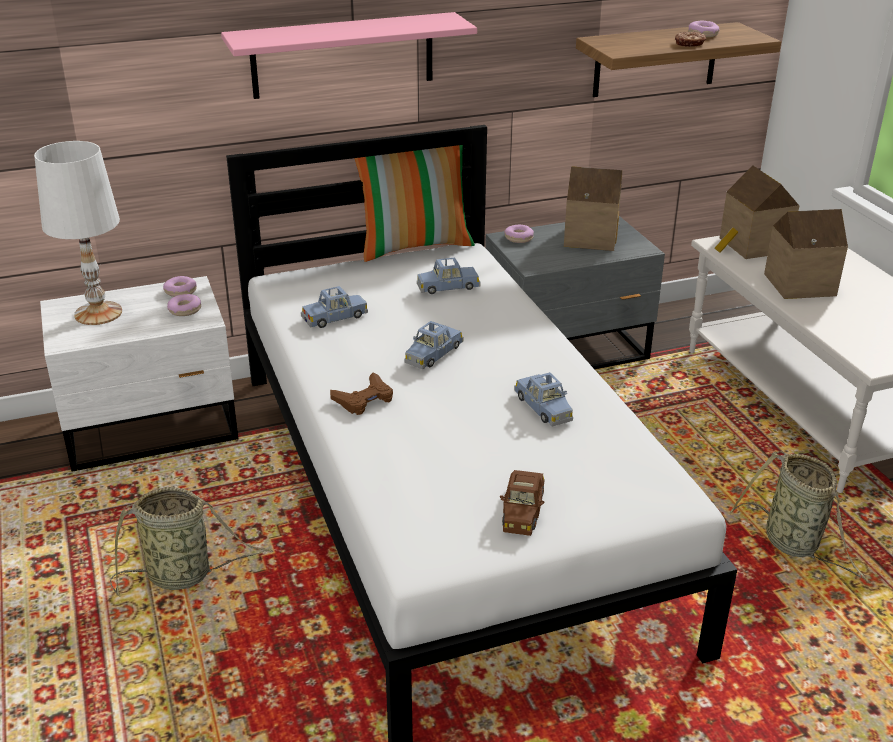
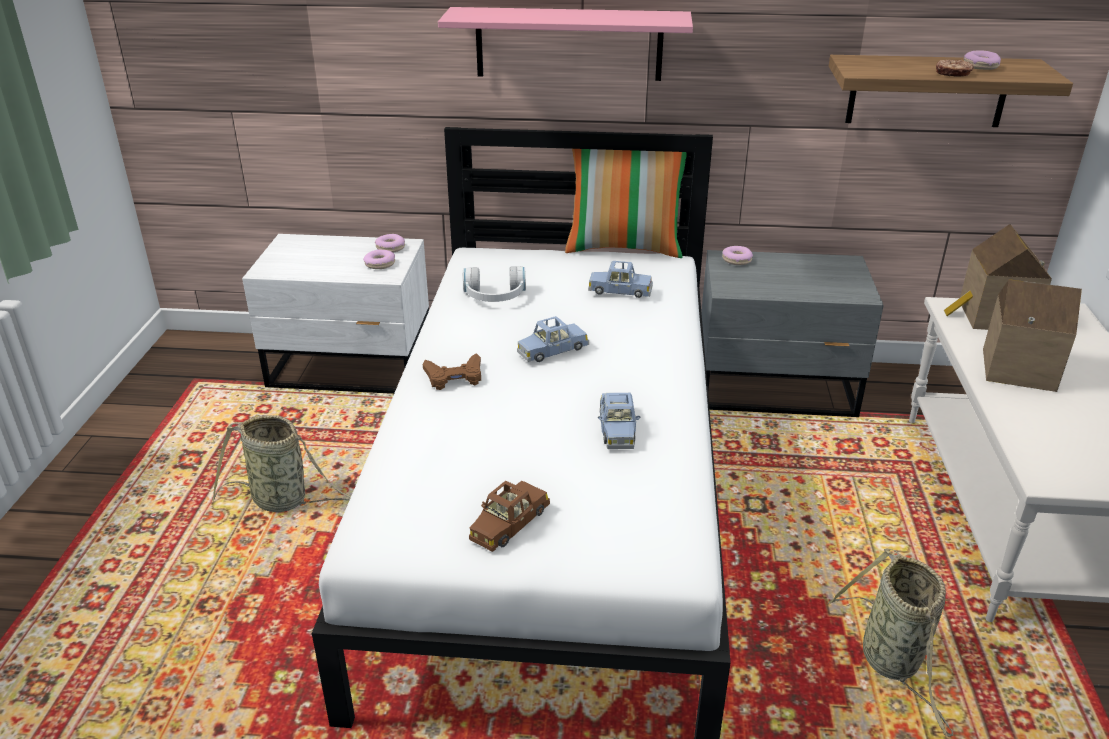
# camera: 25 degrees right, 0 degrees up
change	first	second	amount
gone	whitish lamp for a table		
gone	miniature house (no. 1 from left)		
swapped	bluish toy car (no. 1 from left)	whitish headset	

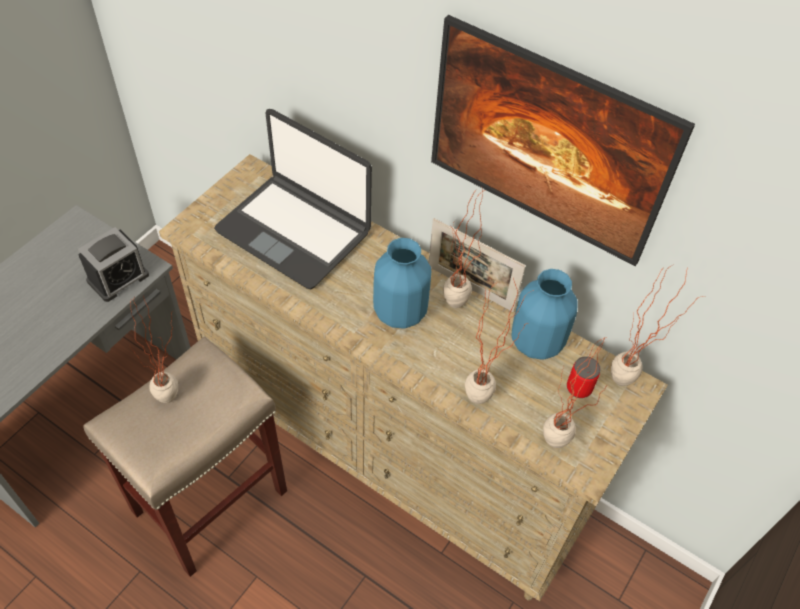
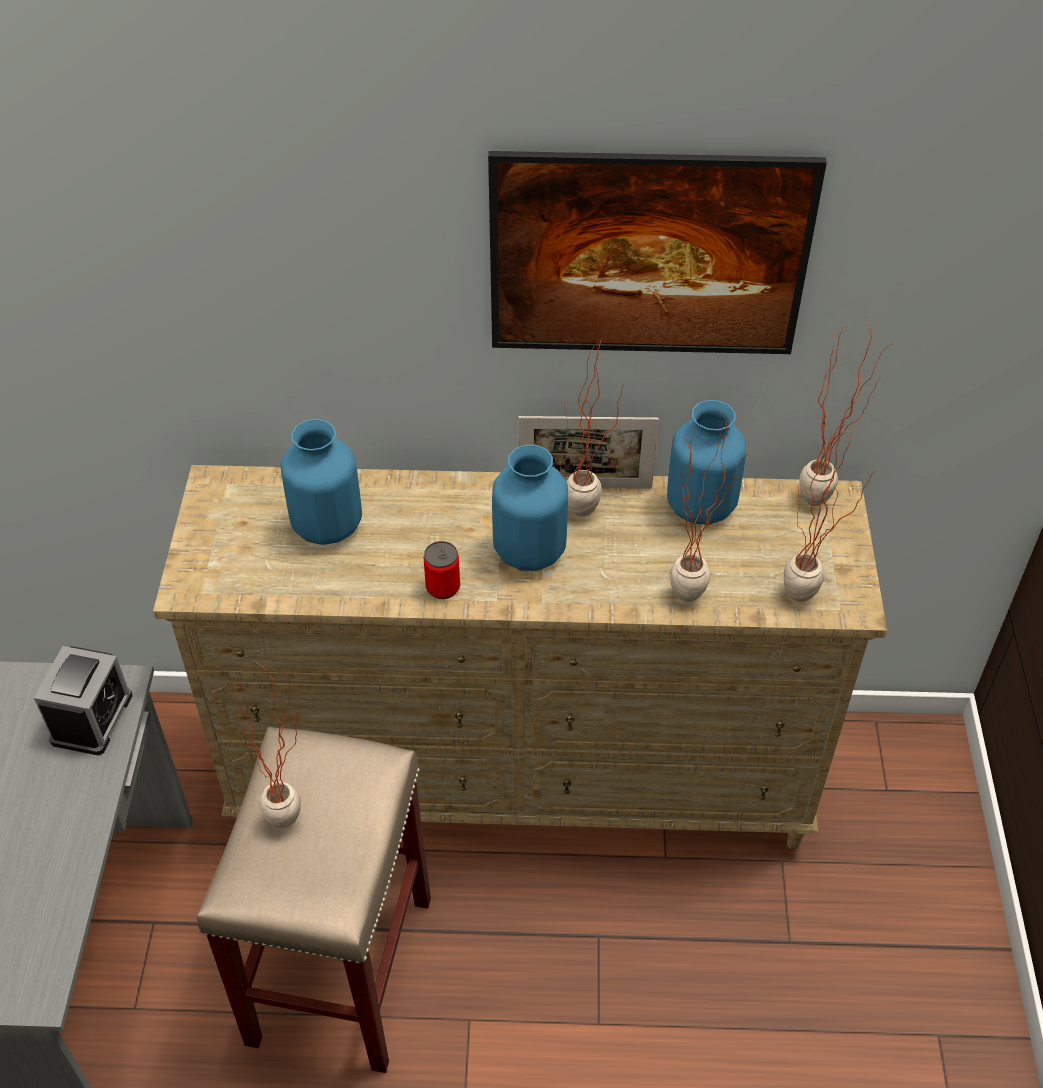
# camera: 30 degrees left, 5 degrees down
change	first	second	amount
shifted	sealed can		
swapped	portable computer	bluish decorative vase (no. 1 from left)	

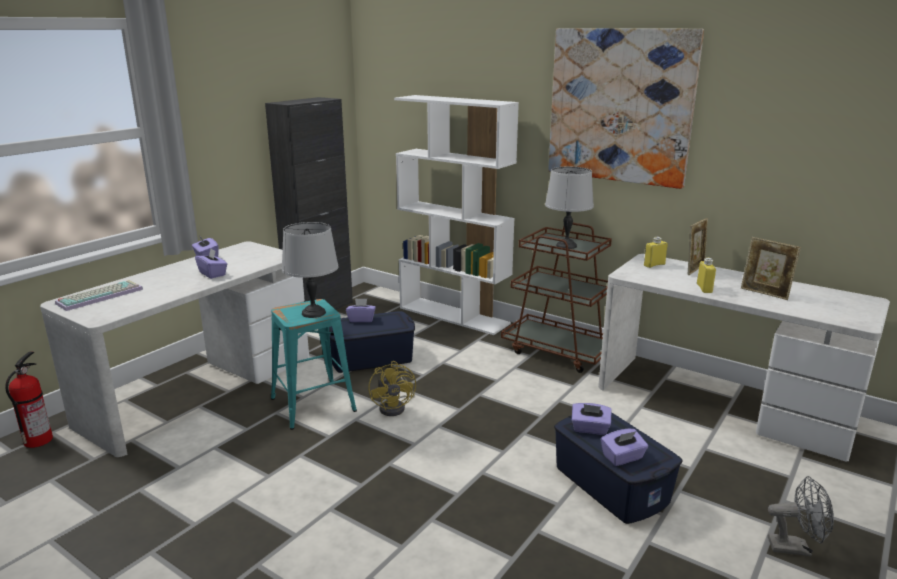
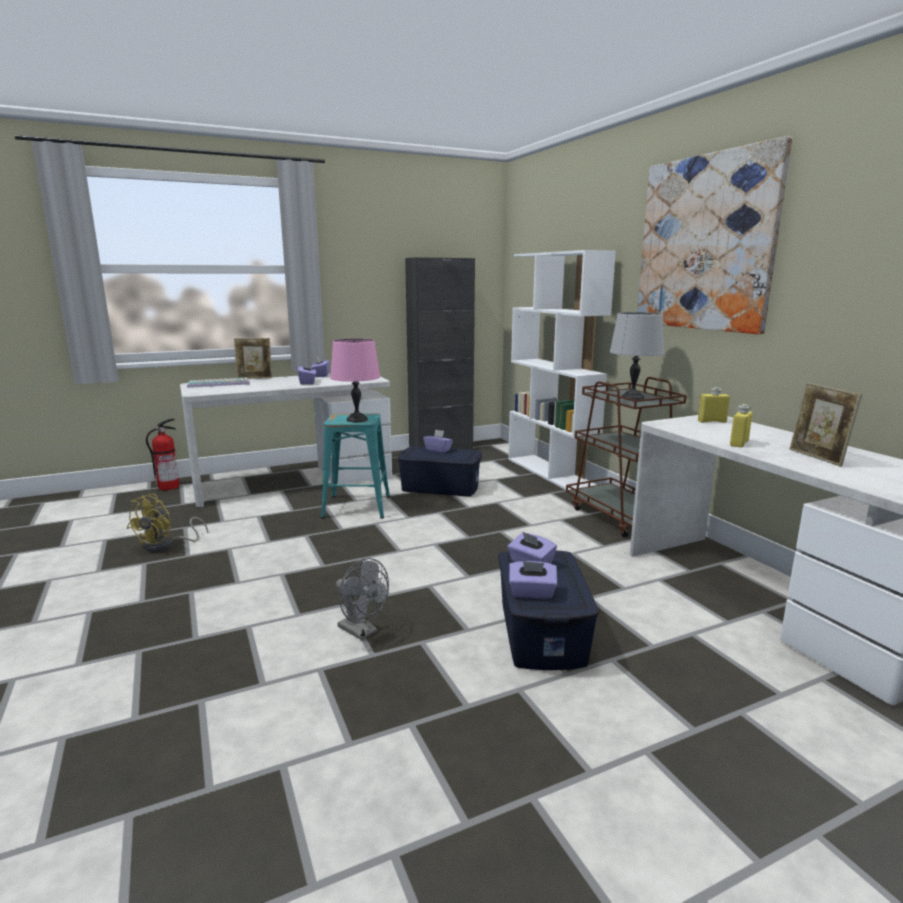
# camera: 30 degrees right, 5 degrees down
change	first	second	amount
shifted	yellow electric fan		
shifted	photo frame (no. 1 from left)		
shifted	greyish electric fan		
repainted	greyish lamp for a table (no. 1 from left)	pinkish lamp for a table	

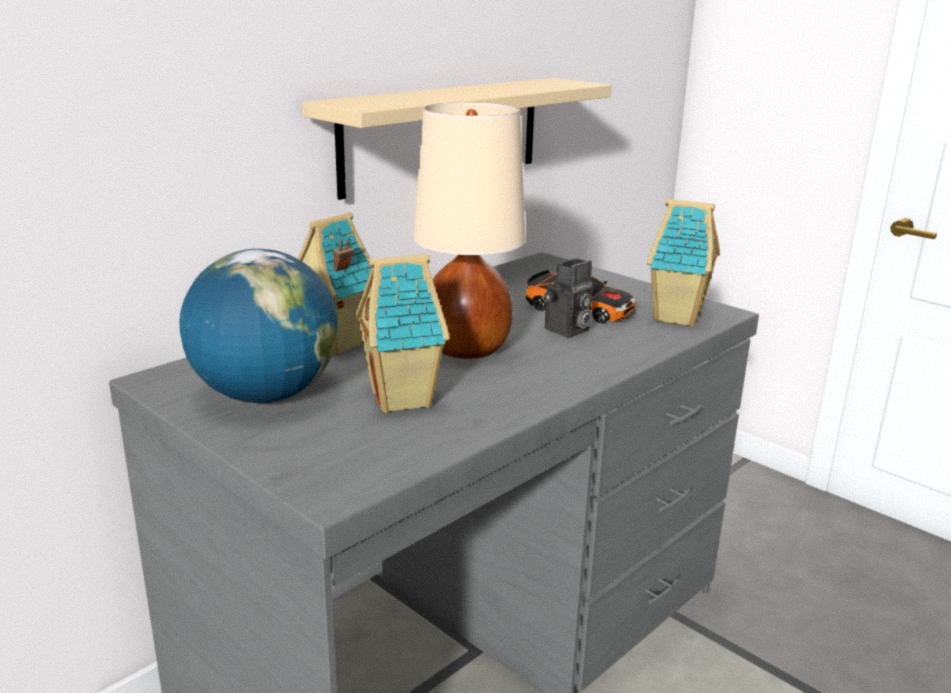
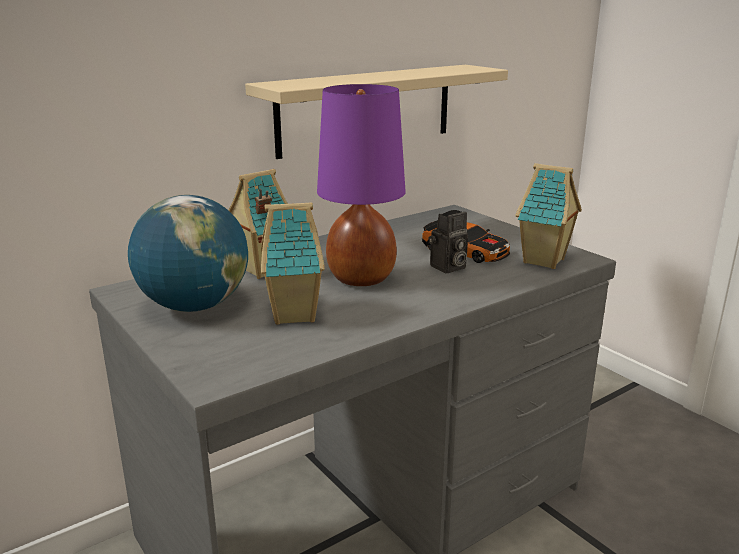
# camera: 10 degrees right, 0 degrees up
change	first	second	amount
repainted	sand-coloured lamp for a table	purplish lamp for a table	

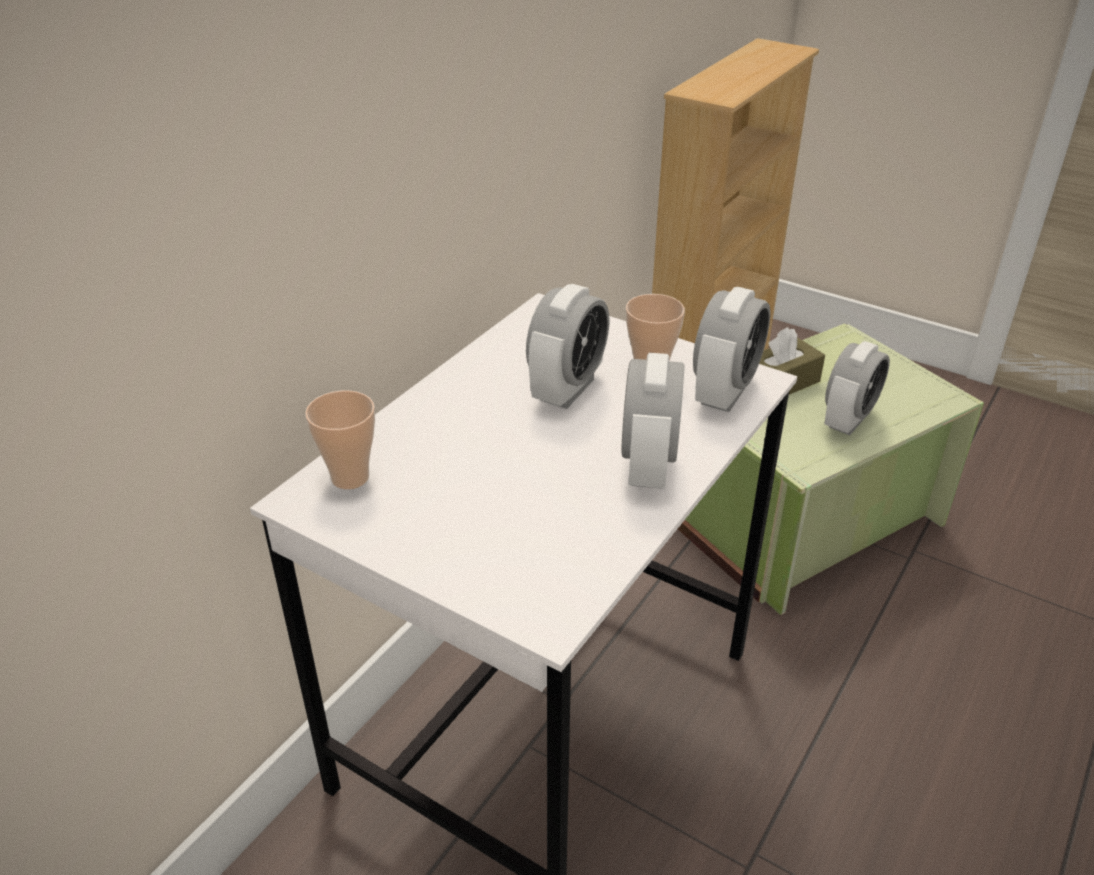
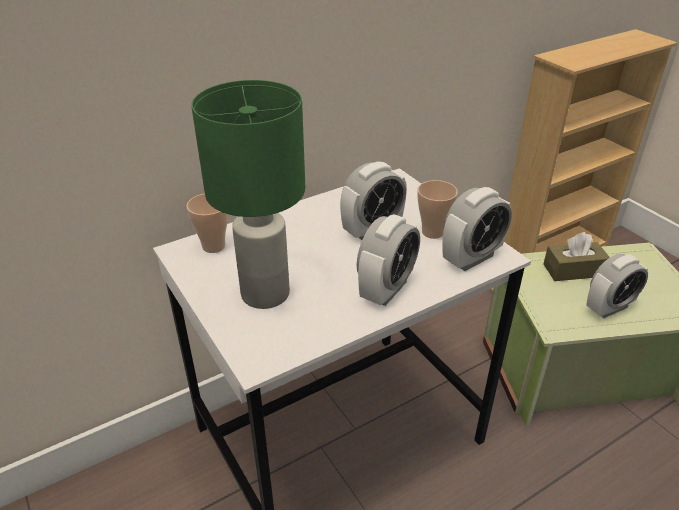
# camera: 25 degrees right, 0 degrees up
change	first	second	amount
new		green lamp for a table	

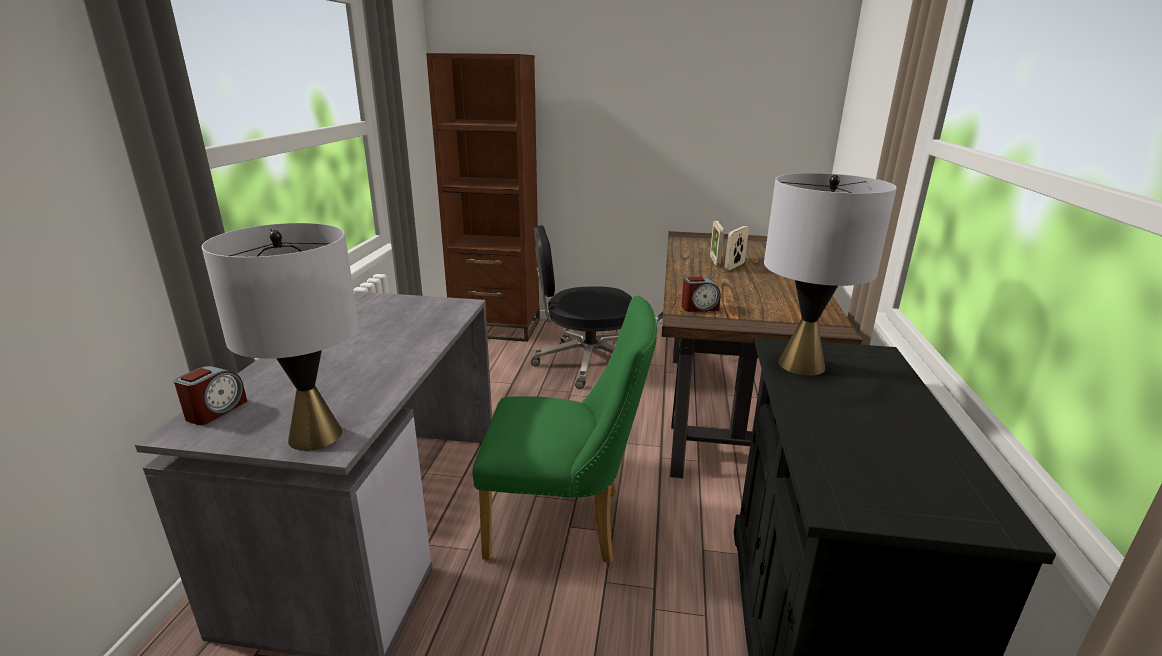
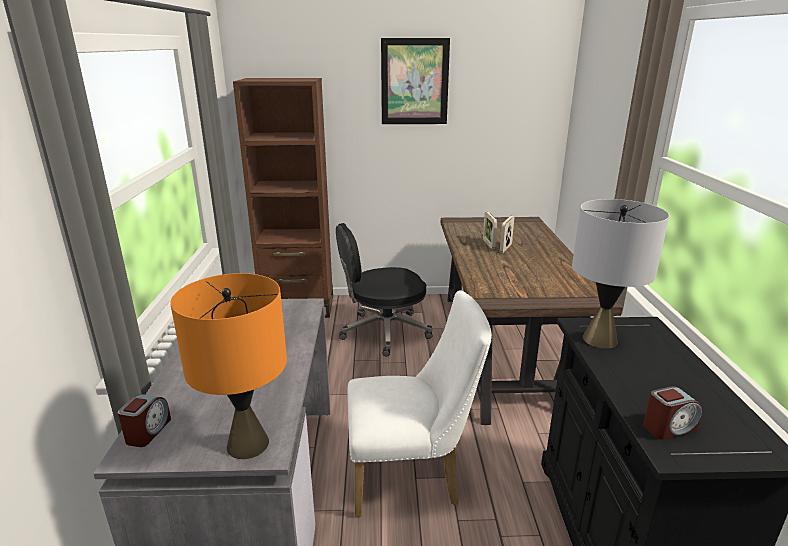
# camera: 10 degrees left, 0 degrees up
change	first	second	amount
new		picture	
shifted	bedside clock (no. 2 from left)		
repainted	greyish lamp for a table (no. 1 from left)	orange-coloured lamp for a table	
repainted	green chair	whitish chair	

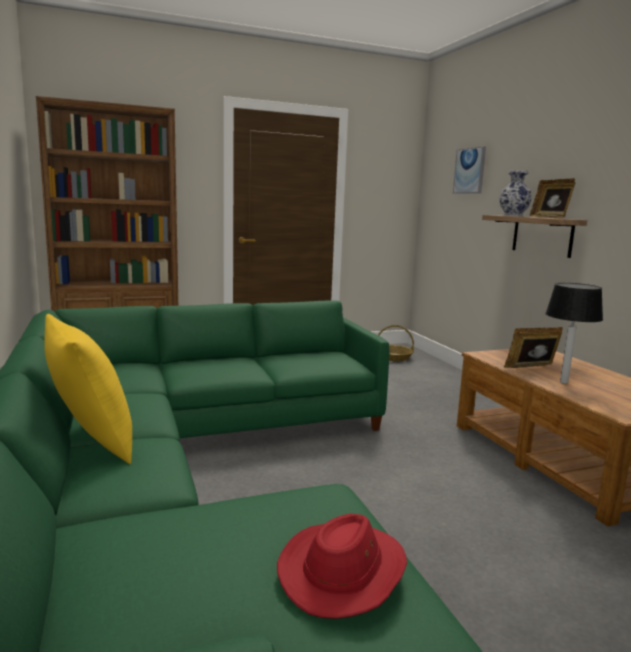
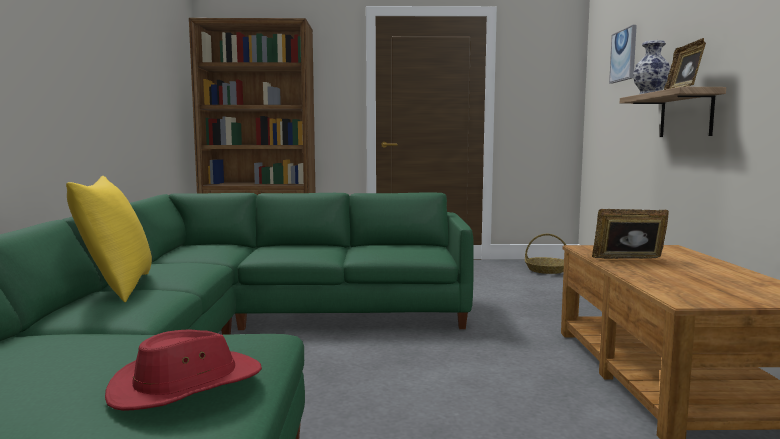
# camera: 20 degrees right, 5 degrees down
change	first	second	amount
gone	lamp for a table		

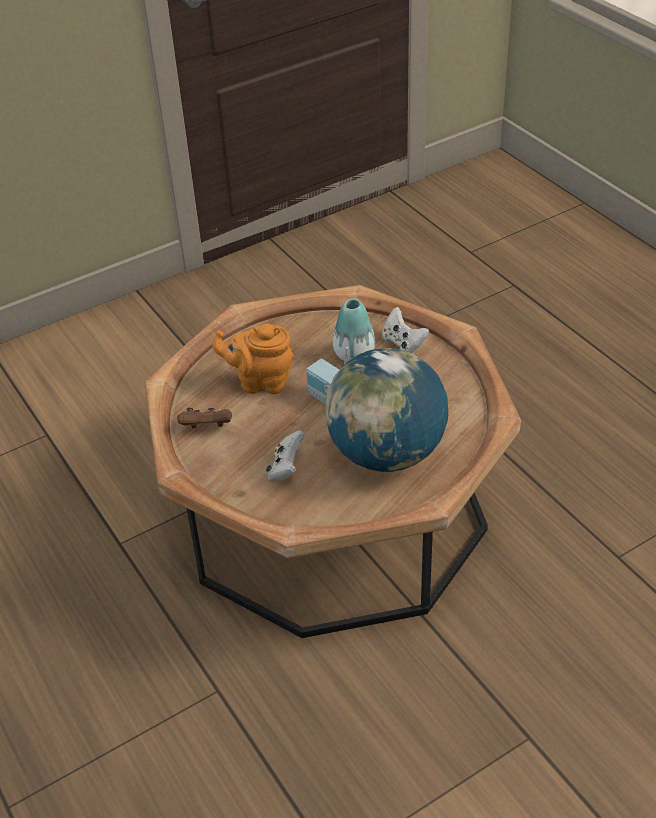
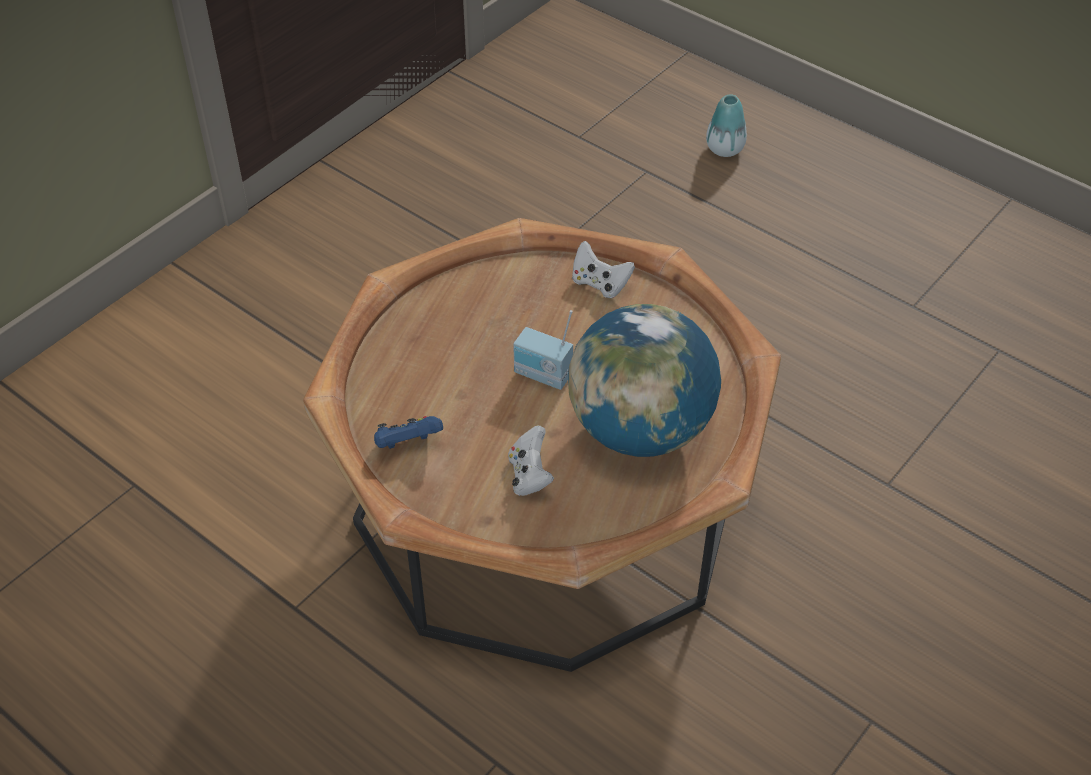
# camera: 20 degrees left, 5 degrees up
change	first	second	amount
gone	orange-coloured teapot		
shifted	decorative vase		
repainted	brownish game controller	bluish game controller	

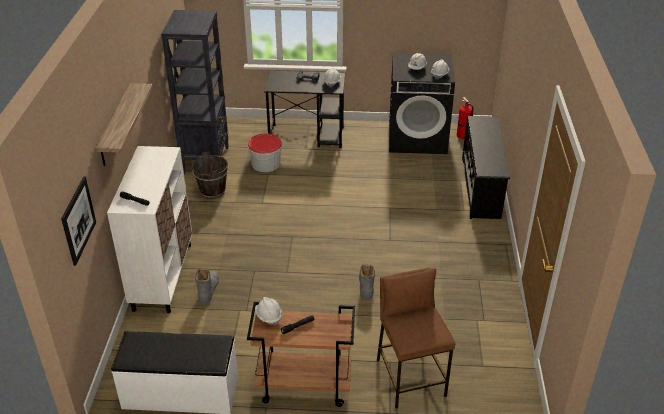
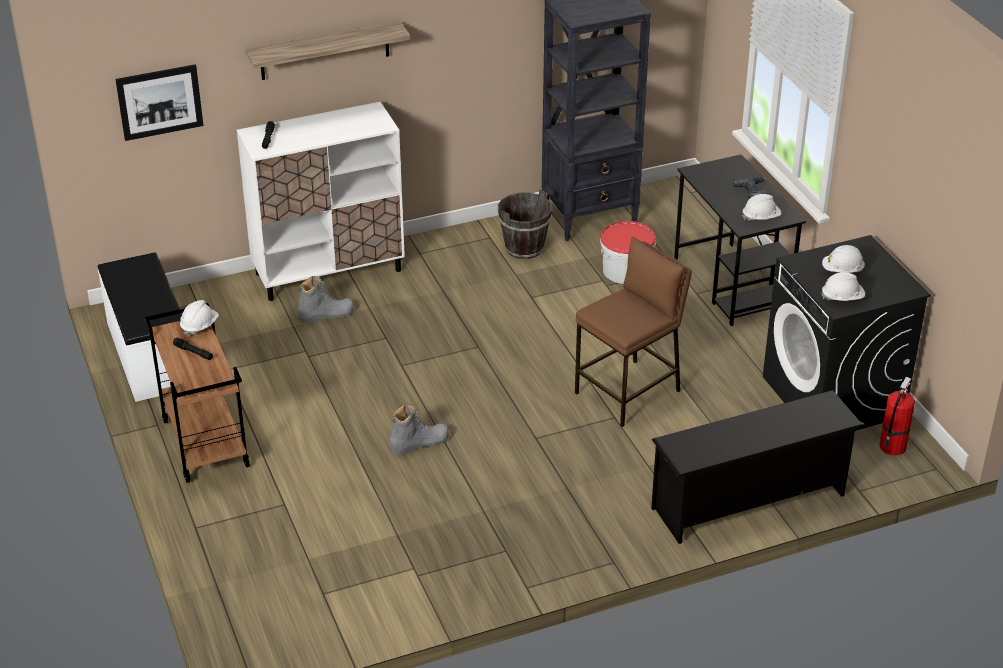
# camera: 65 degrees right, 0 degrees up
change	first	second	amount
shifted	brownish stool seat		

